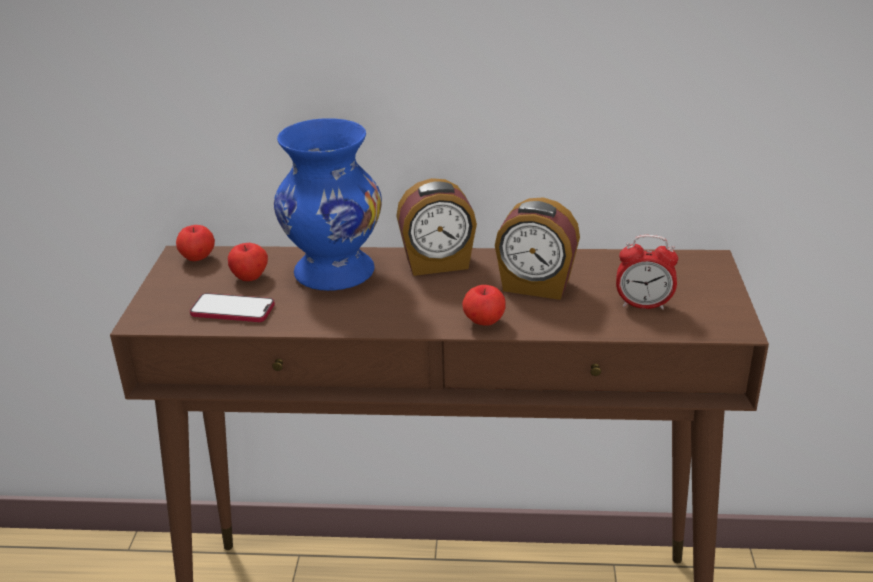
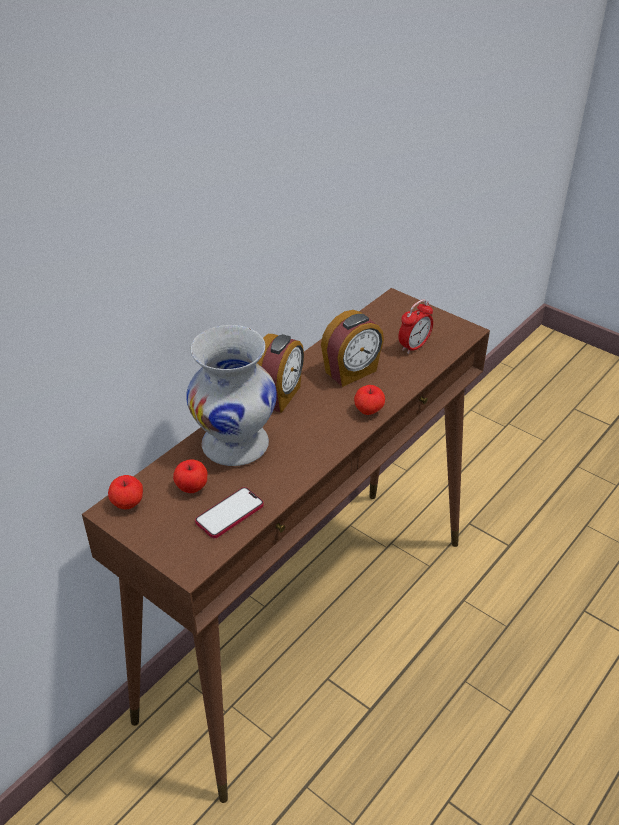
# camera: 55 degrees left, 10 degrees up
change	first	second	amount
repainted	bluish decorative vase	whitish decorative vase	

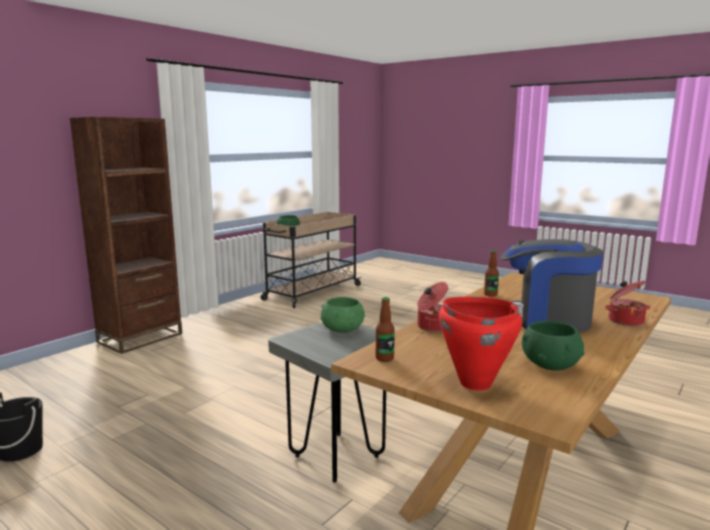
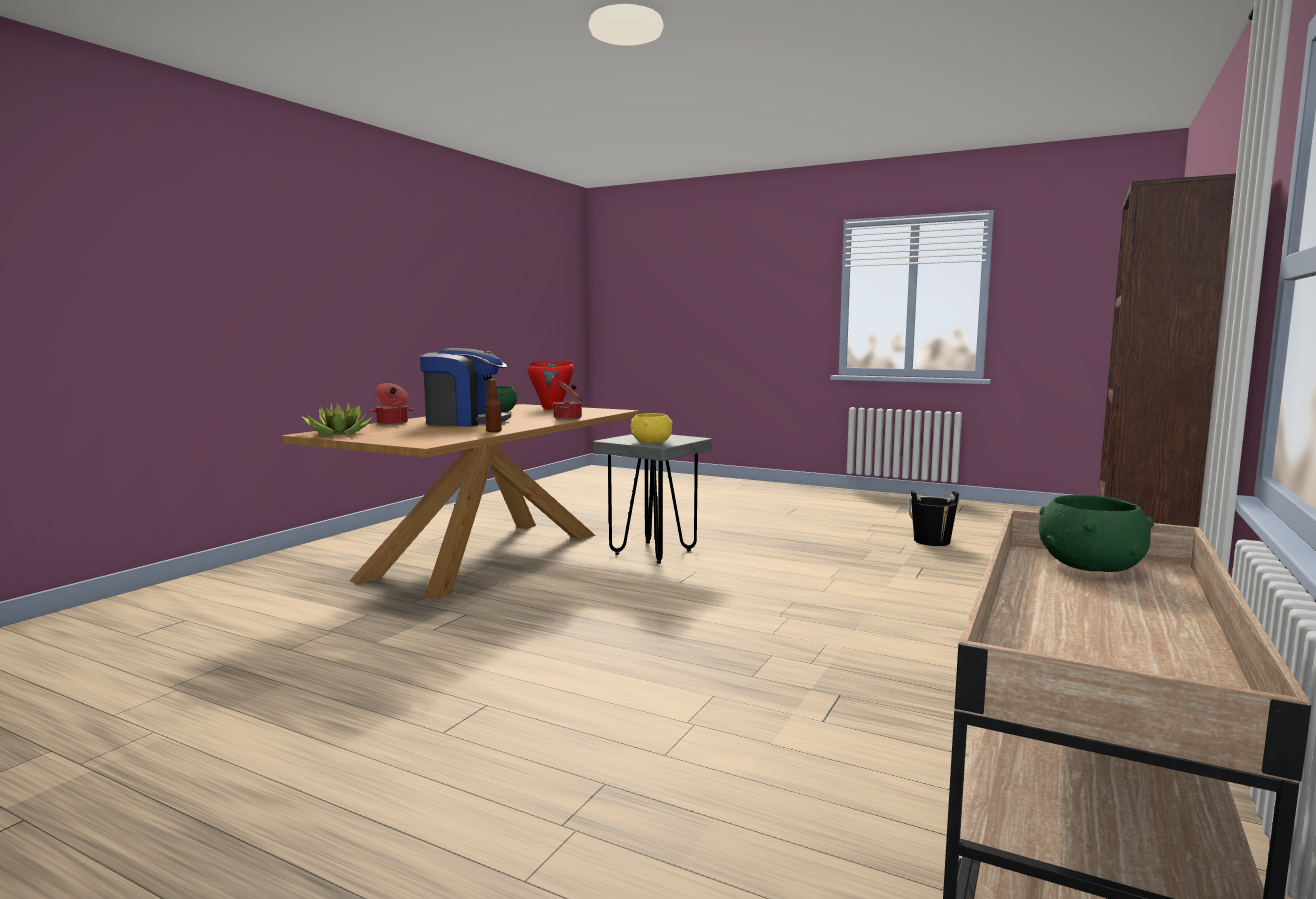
# camera: 170 degrees right, 5 degrees down
change	first	second	amount
gone	drink bottle (no. 1 from left)		
new		plant in a pot	
repainted	green bowl (no. 2 from left)	yellow bowl	

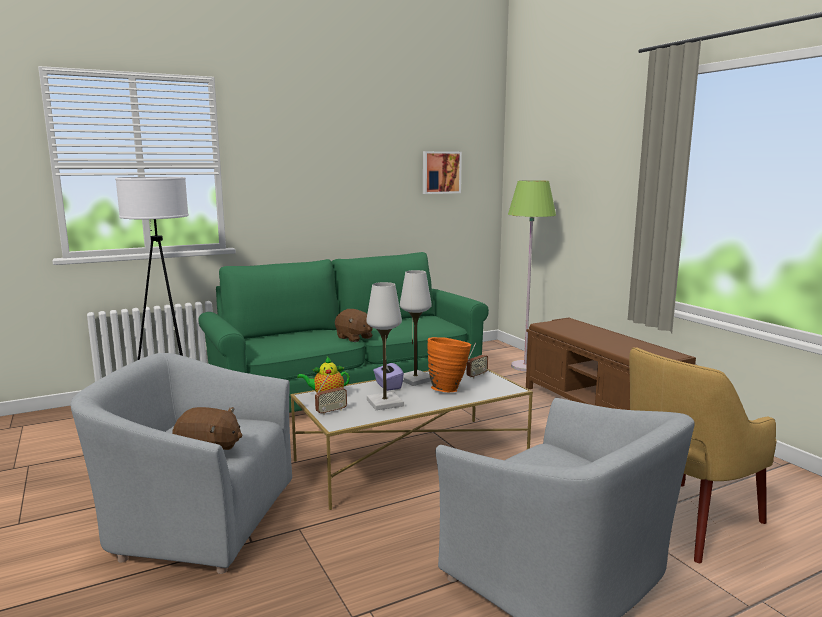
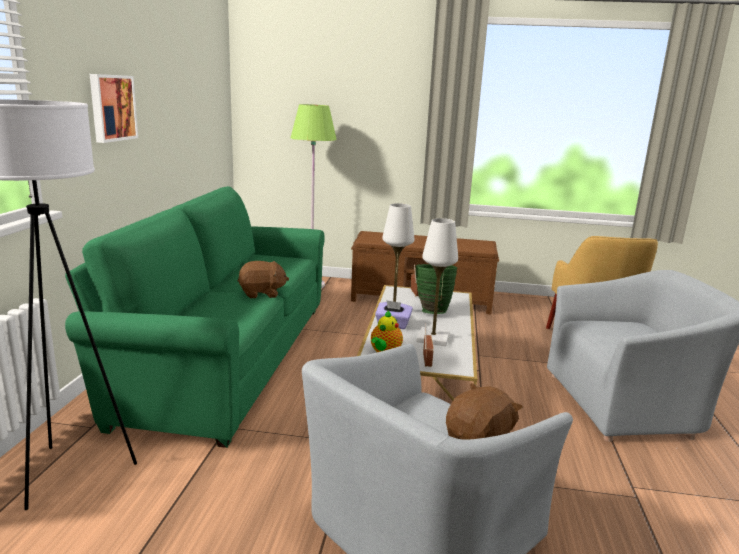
# camera: 55 degrees left, 5 degrees up
change	first	second	amount
shifted	picture		
repainted	orange-coloured decorative vase	green decorative vase	

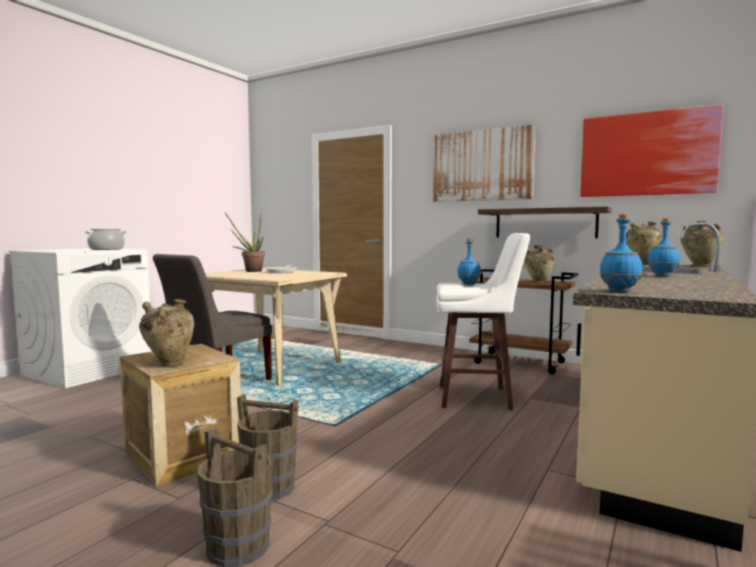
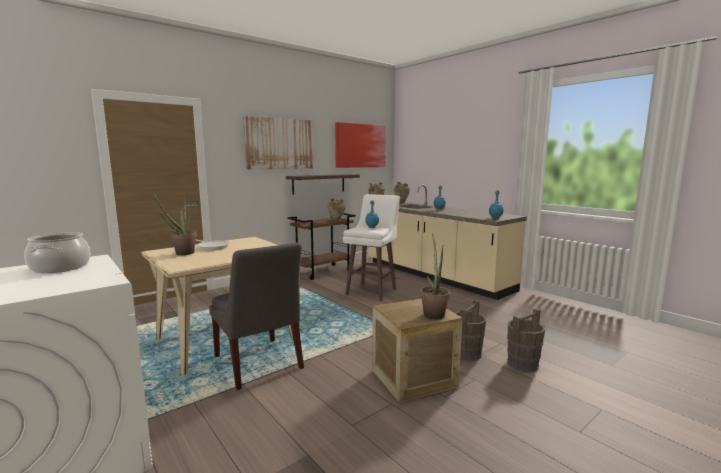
# camera: 70 degrees left, 5 degrees up
change	first	second	amount
swapped	sand-coloured decorative vase (no. 1 from left)	plant in a pot (no. 2 from left)	

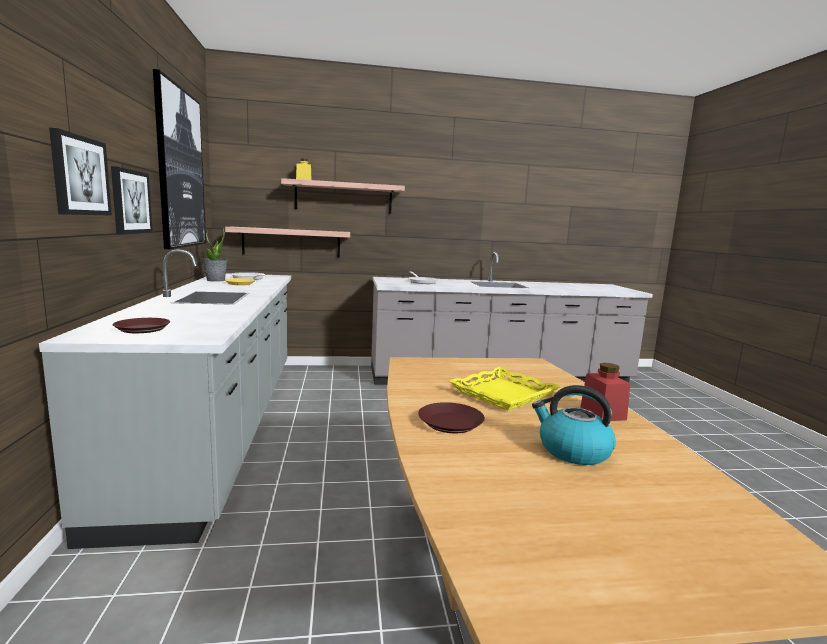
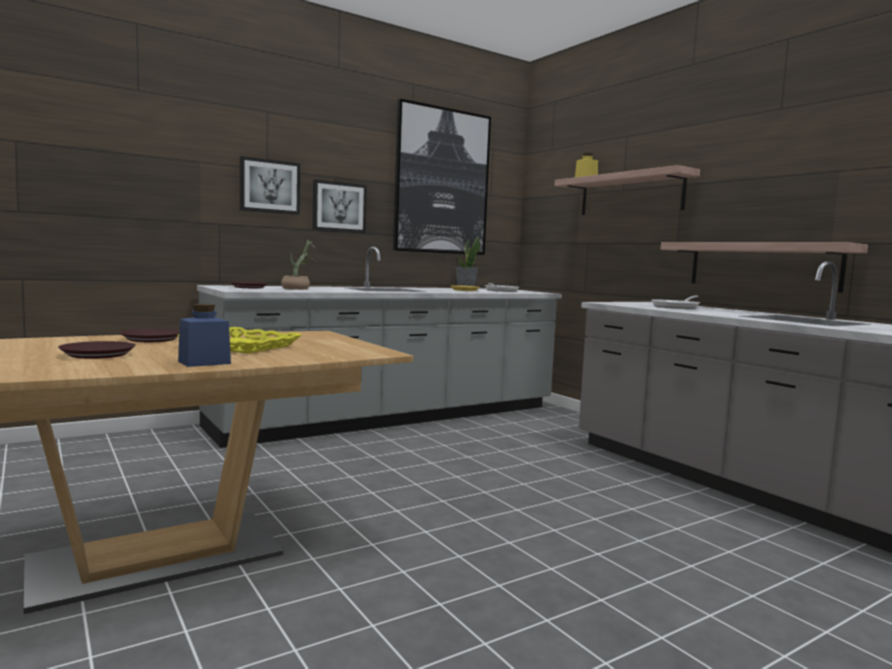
# camera: 65 degrees right, 5 degrees down
change	first	second	amount
new		plant in a pot (no. 1 from left)	
shifted	wall shelf (no. 1 from left in the first image)	wall shelf (no. 2 from left)	
swapped	tea kettle	brownish dinner plate (no. 1 from left)	
repainted	red-coloured storage jar	bluish storage jar	

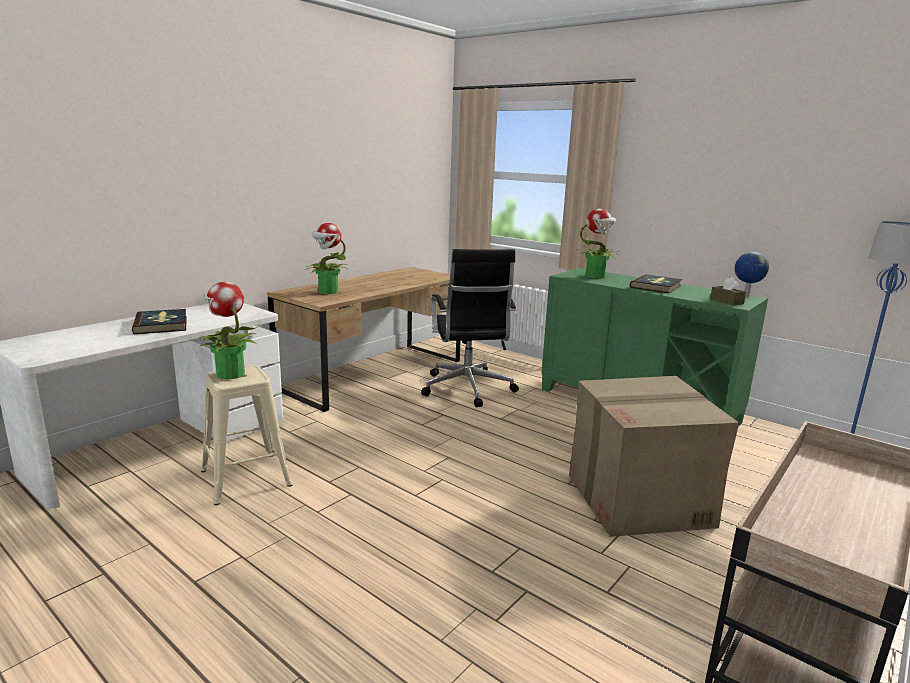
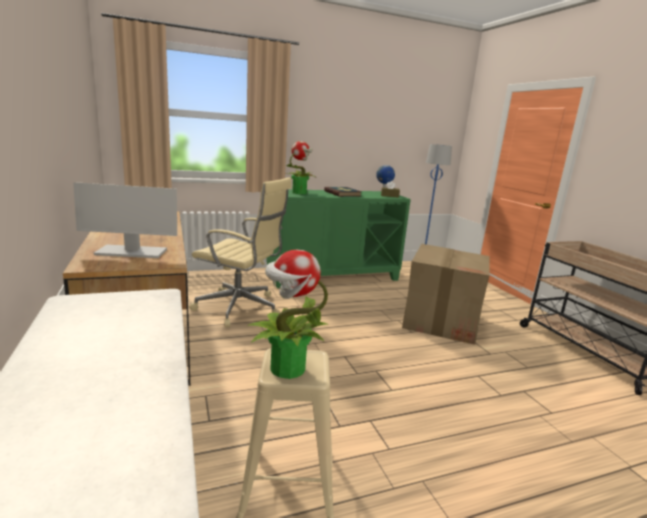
# camera: 60 degrees left, 0 degrees up
change	first	second	amount
gone	book (no. 1 from left)		
swapped	plant in a pot (no. 2 from left)	computer display	
repainted	black-coloured computer chair	sand-coloured computer chair	

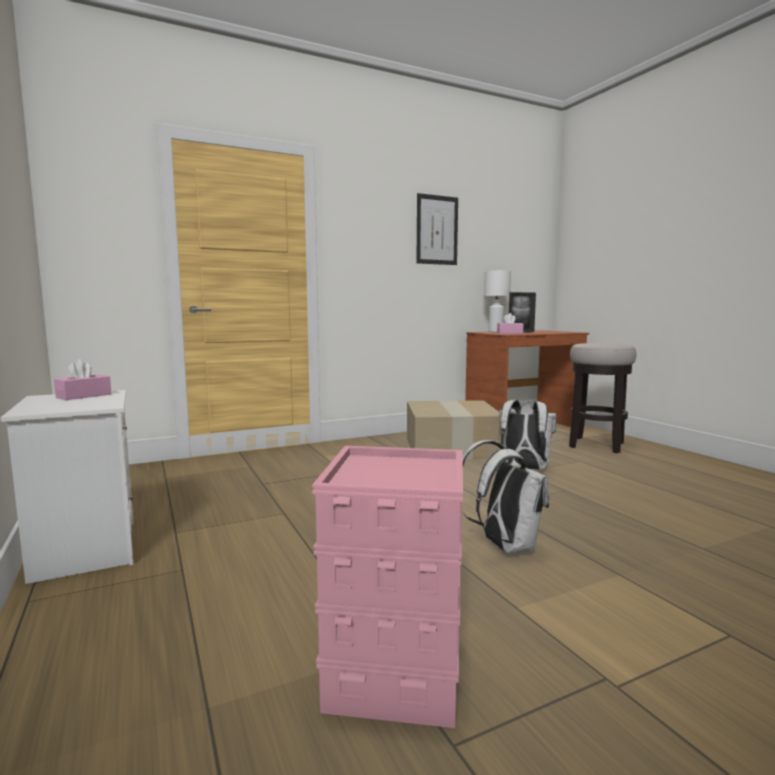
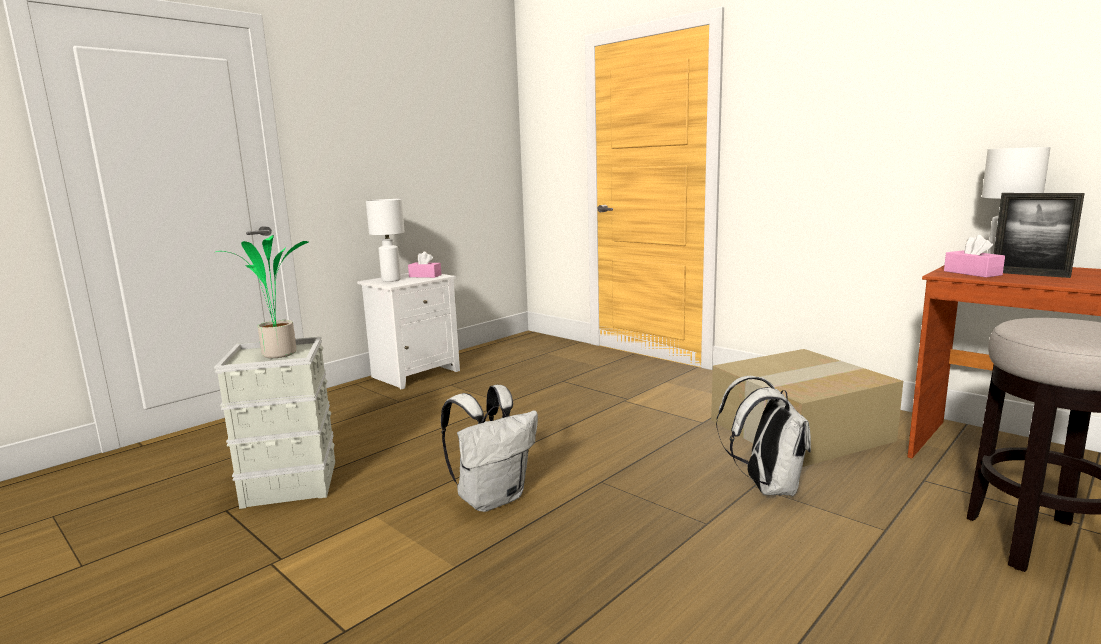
# camera: 70 degrees right, 5 degrees up
change	first	second	amount
gone	picture		
new		plant in a pot	
new		whitish lamp for a table (no. 1 from left)	
repainted	pinkish storage container	greyish storage container	

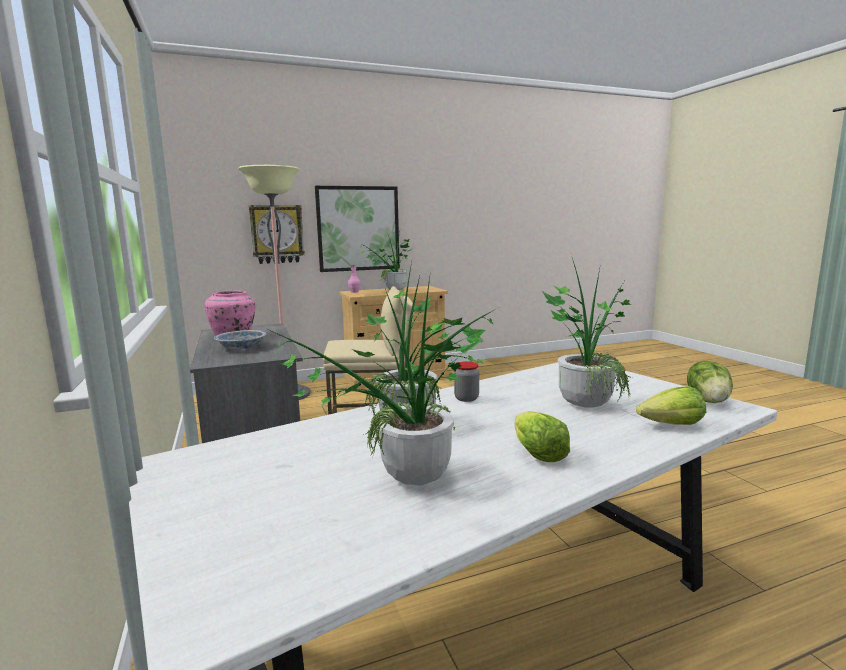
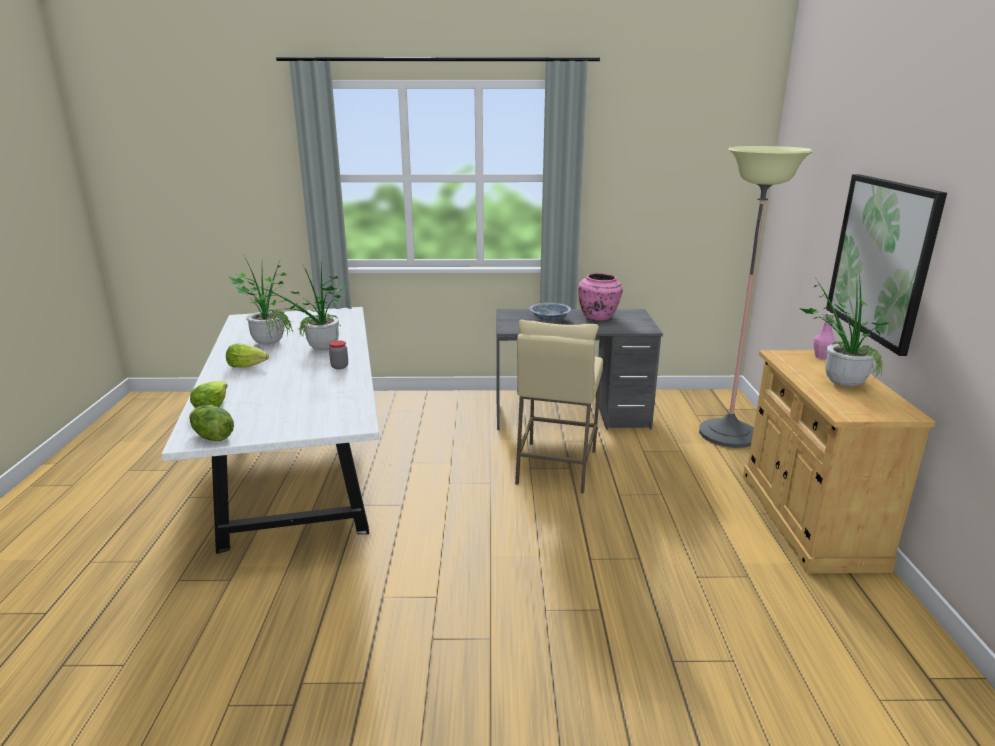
# camera: 110 degrees right, 10 degrees up
change	first	second	amount
gone	wall clock		
gone	plant in a pot (no. 4 from left)		

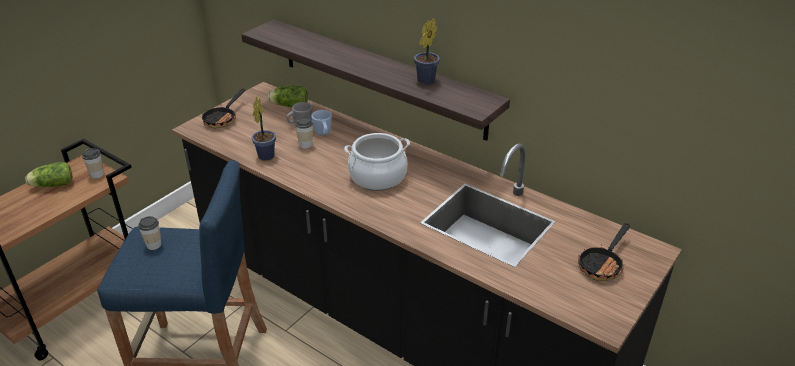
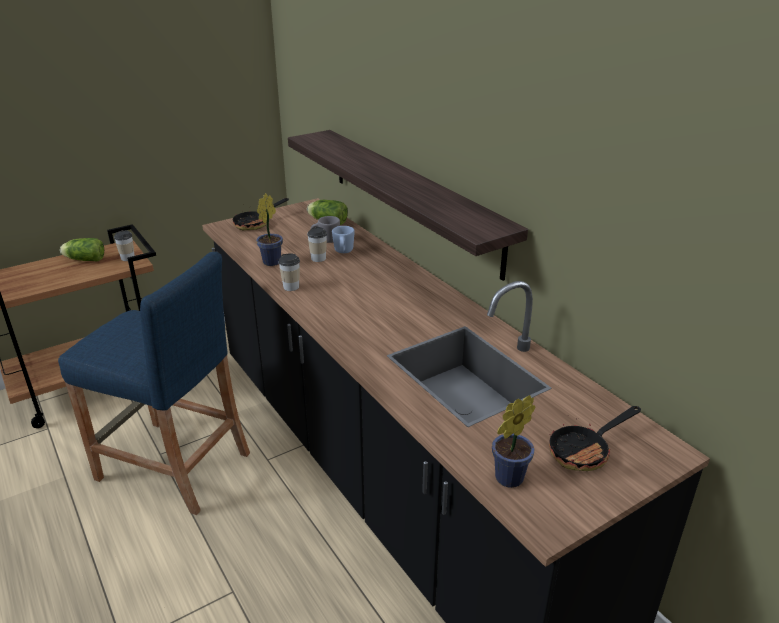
# camera: 20 degrees right, 5 degrees down
change	first	second	amount
gone	cooking pot		
shifted	drinking cup (no. 2 from left)		
shifted	plant in a pot (no. 2 from left)		

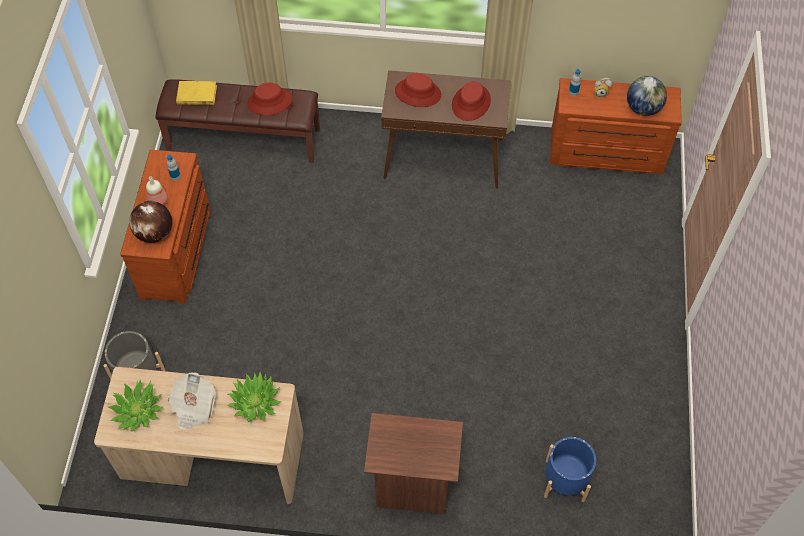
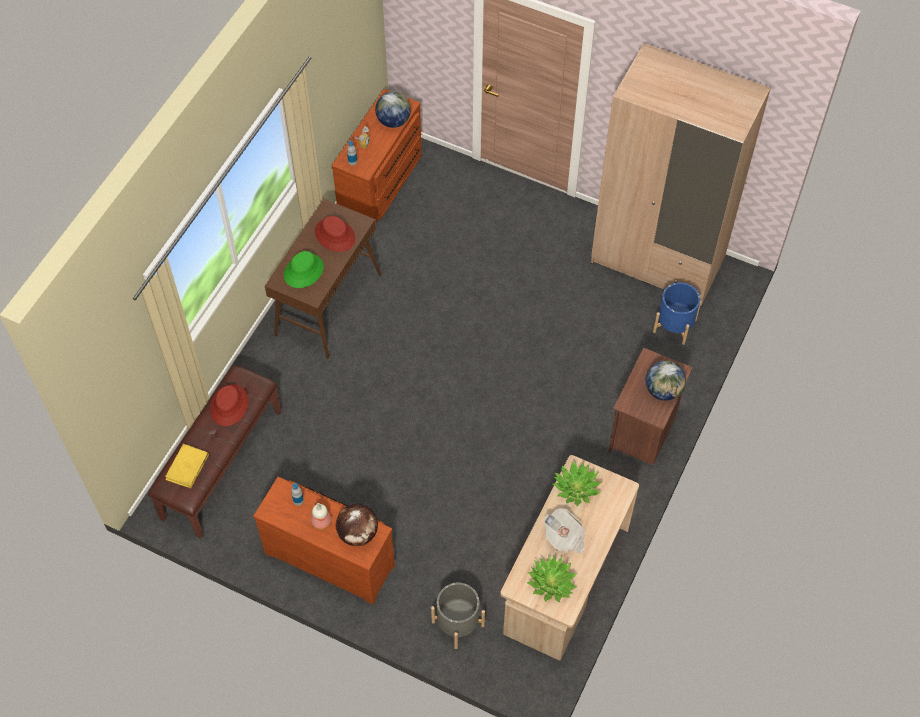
# camera: 70 degrees left, 0 degrees up
change	first	second	amount
new		sand-coloured clothes cupboard	
new		globe (no. 3 from left)	
repainted	red-coloured wearable hat (no. 2 from left)	green wearable hat	

